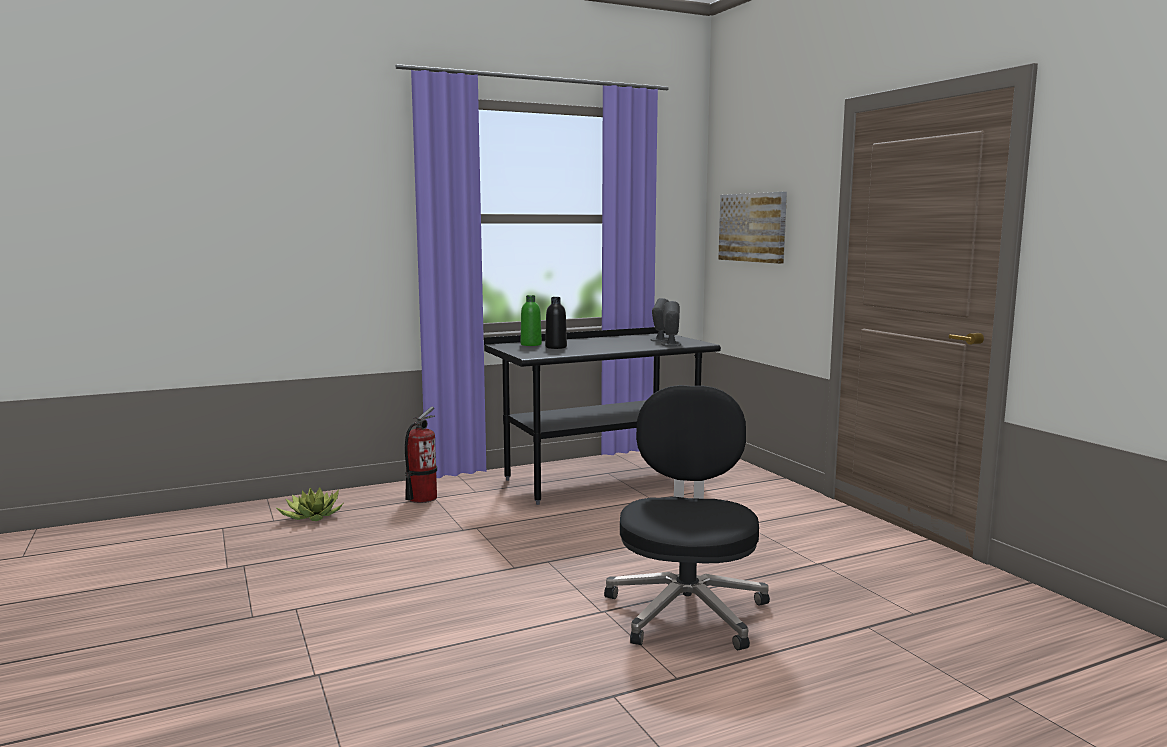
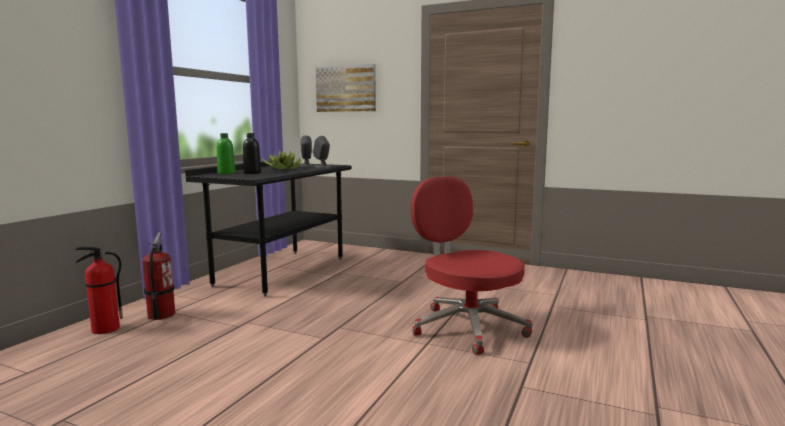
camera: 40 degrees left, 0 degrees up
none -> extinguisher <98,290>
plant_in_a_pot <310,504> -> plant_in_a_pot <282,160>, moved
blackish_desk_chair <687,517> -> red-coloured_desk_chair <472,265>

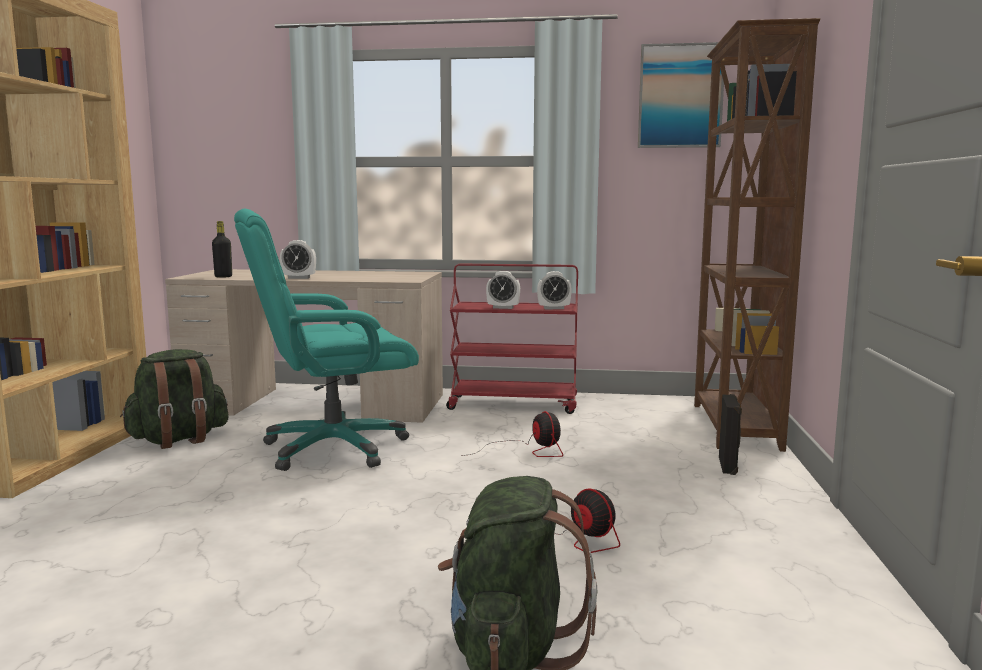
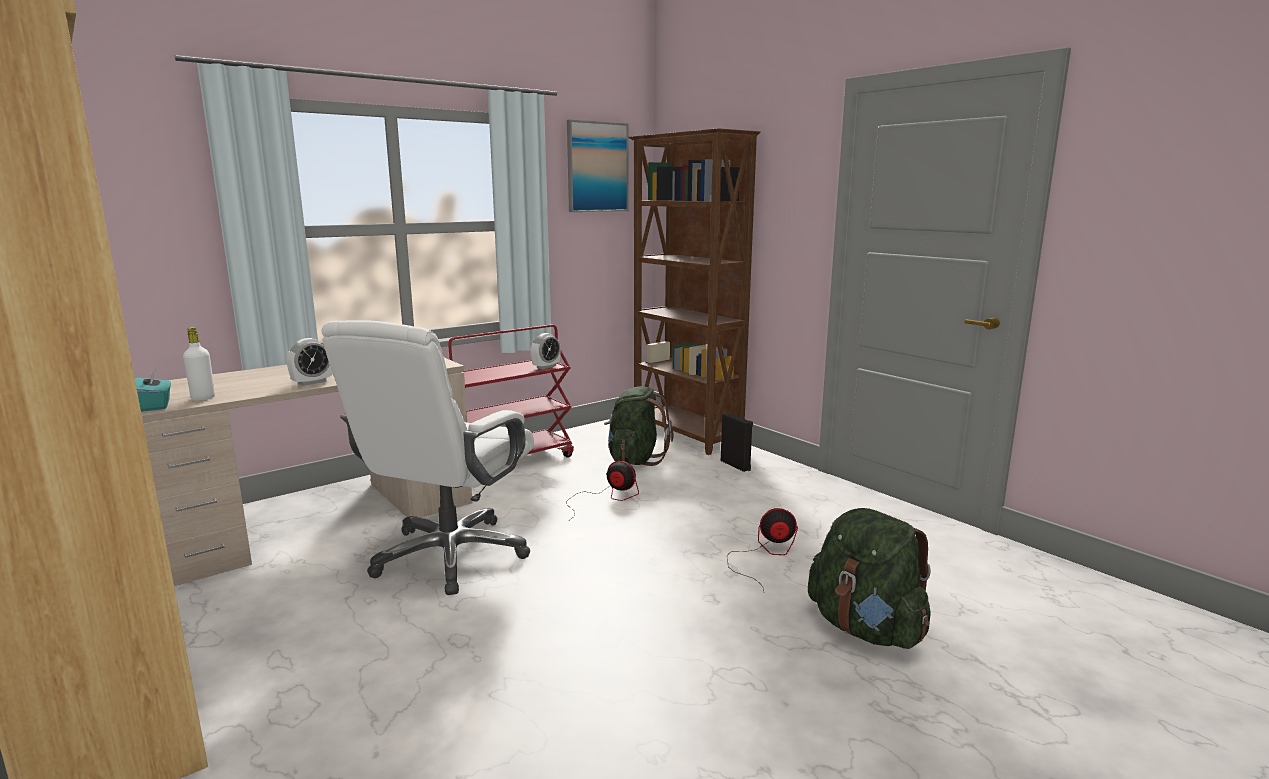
camera: 45 degrees left, 5 degrees up
none -> blue-green_tissue_holder <153,389>
blackish_bottle <222,249> -> white-coloured_bottle <199,364>
blue-green_desk_chair <326,340> -> white-coloured_desk_chair <428,457>
green_rucksack <174,399> -> green_rucksack <639,426>, moved
table_clock <503,290> -> none

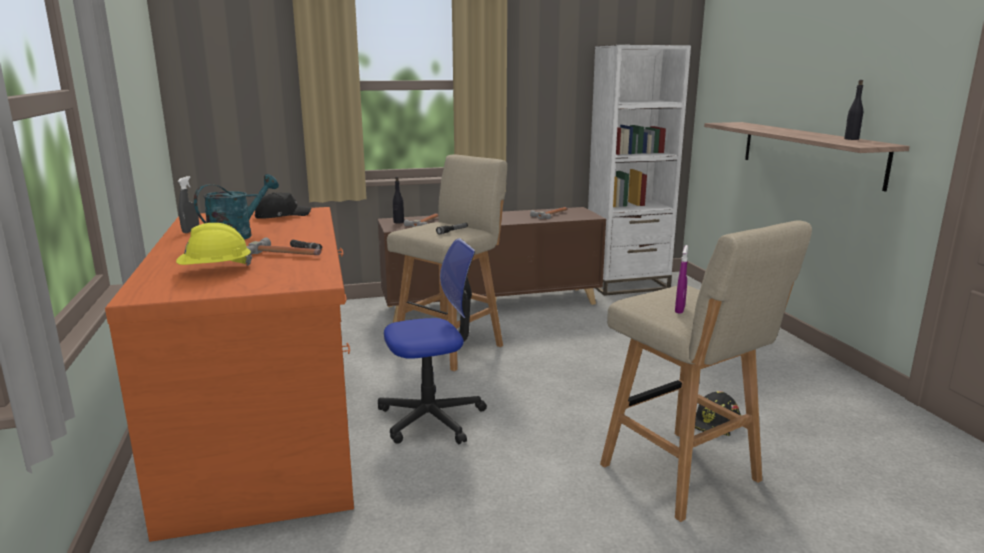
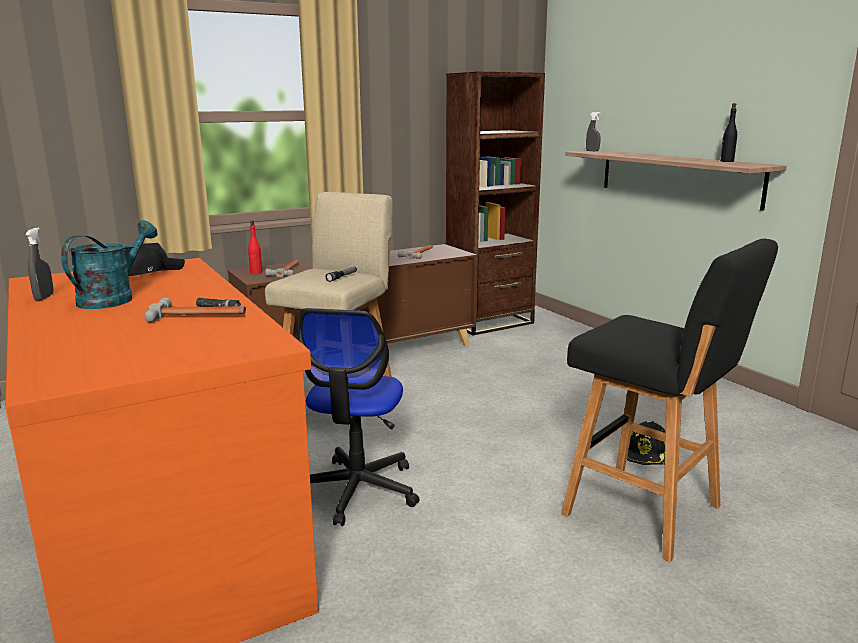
camera: 15 degrees left, 0 degrees up
blackish_bottle <398,200> -> red-coloured_bottle <255,247>
desk_chair <432,341> -> desk_chair <358,417>, 135 degrees clockwise
white-coloured_bookshelf <639,170> -> brown-coloured_bookshelf <495,203>
beige-coloured_stool_seat <706,371> -> blackish_stool_seat <669,400>
none -> greyish_sprayer <593,131>
yellow_work_helmet <214,244> -> none
purple-coloured_sprayer <681,279> -> none

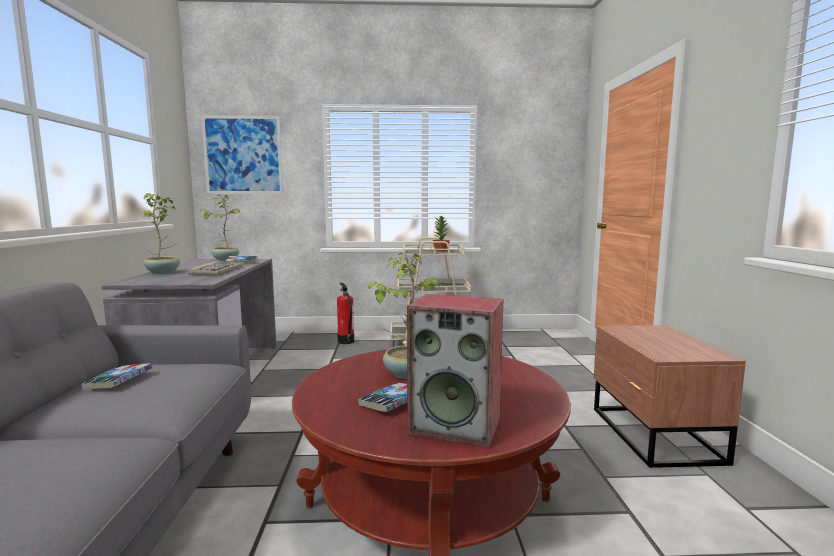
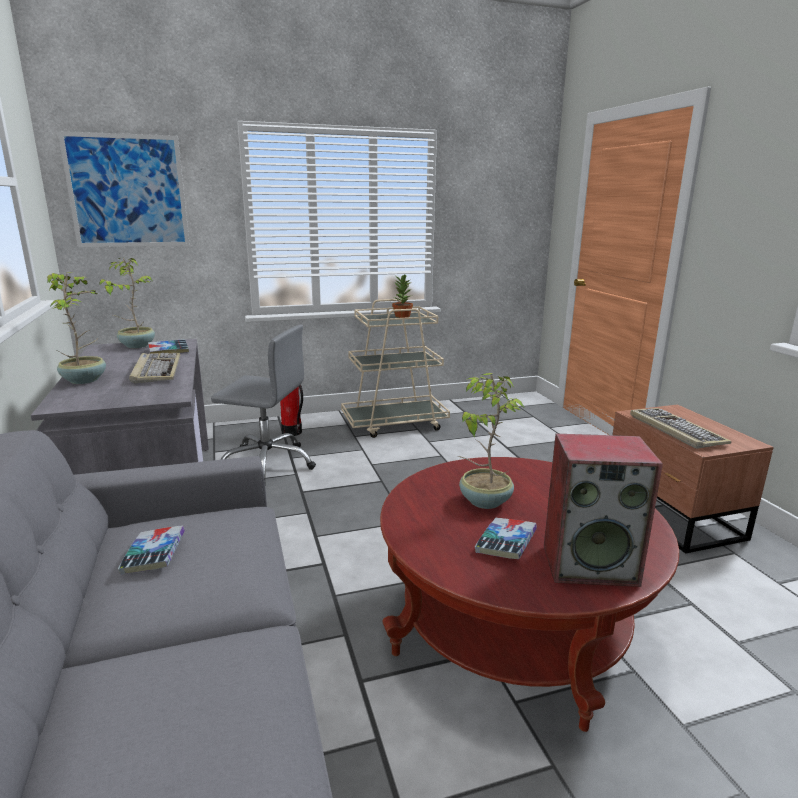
camera: 15 degrees left, 10 degrees up
none -> greyish_desk_chair <263,402>
none -> keyboard <680,428>

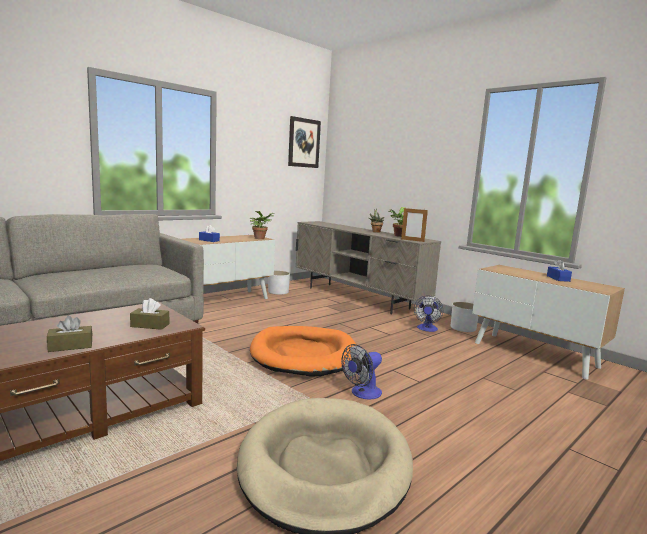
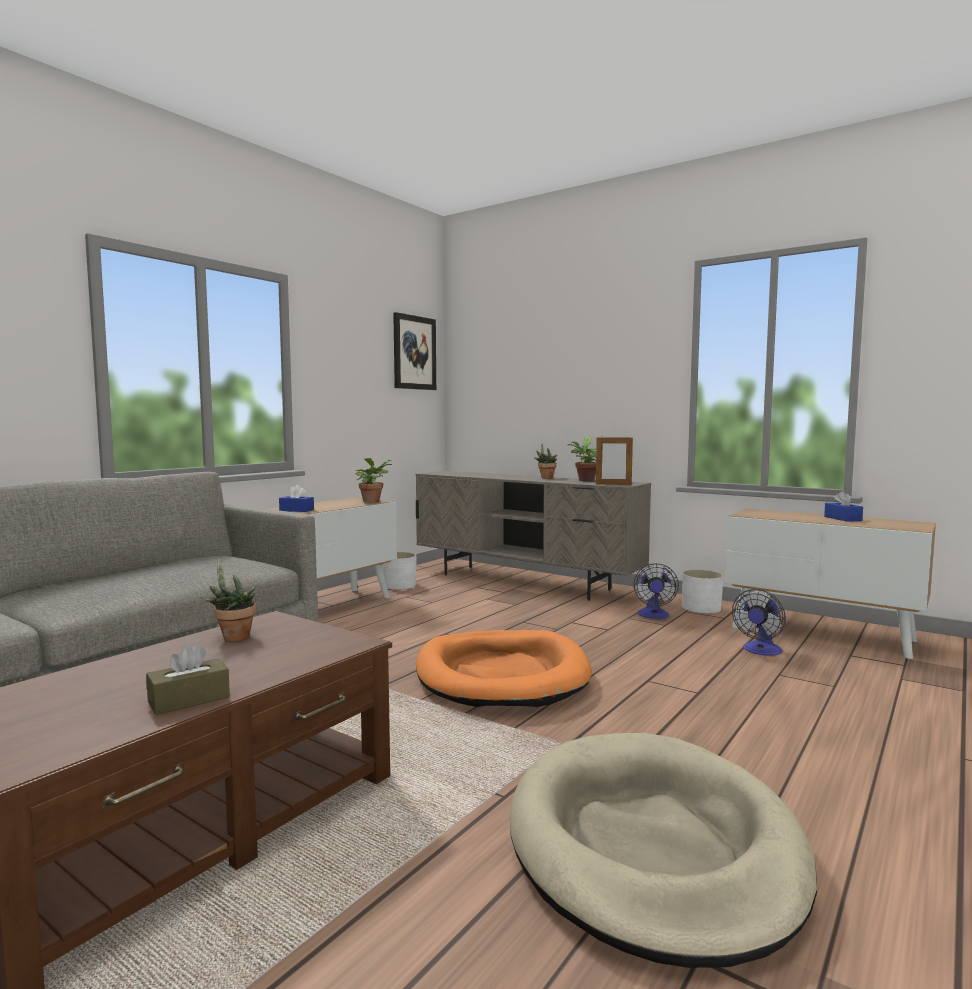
camera: 10 degrees left, 5 degrees down
none -> plant_in_a_pot <230,599>
electric_fan <361,371> -> electric_fan <759,622>, moved
brown-coloured_tissue_holder <149,314> -> none

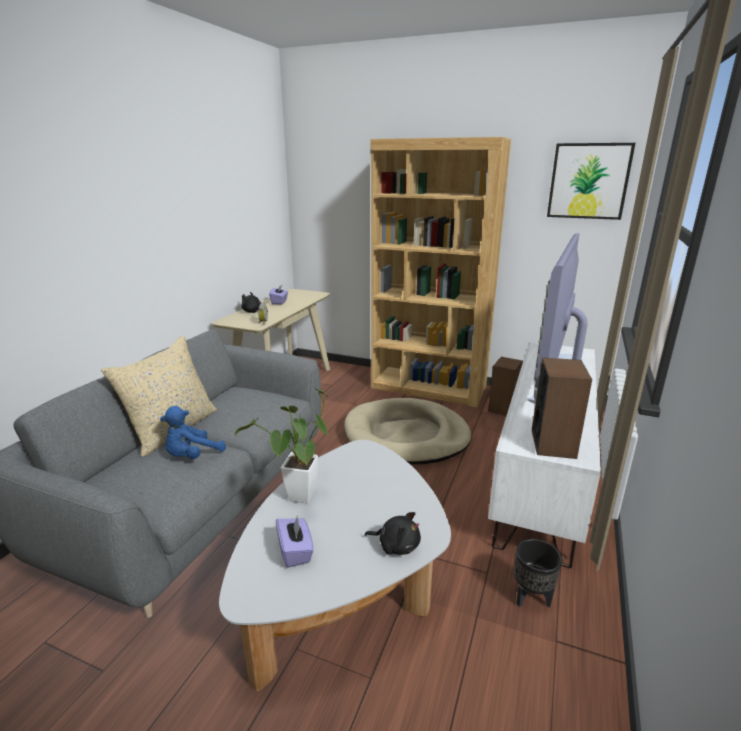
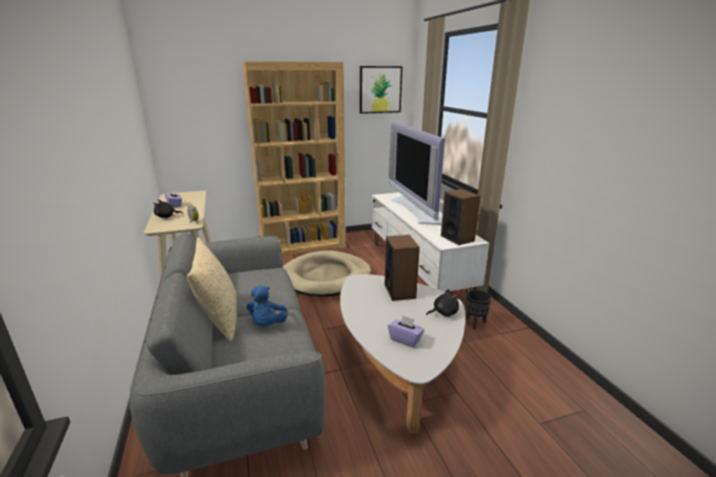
camera: 40 degrees left, 0 degrees up
loudspeaker <505,386> -> loudspeaker <402,268>, moved
plant_in_a_pot <281,445> -> none

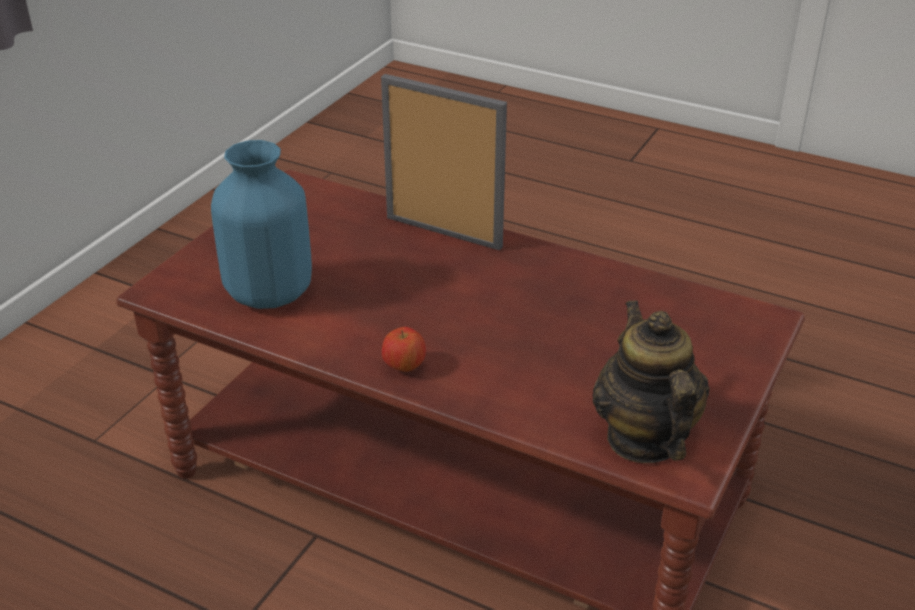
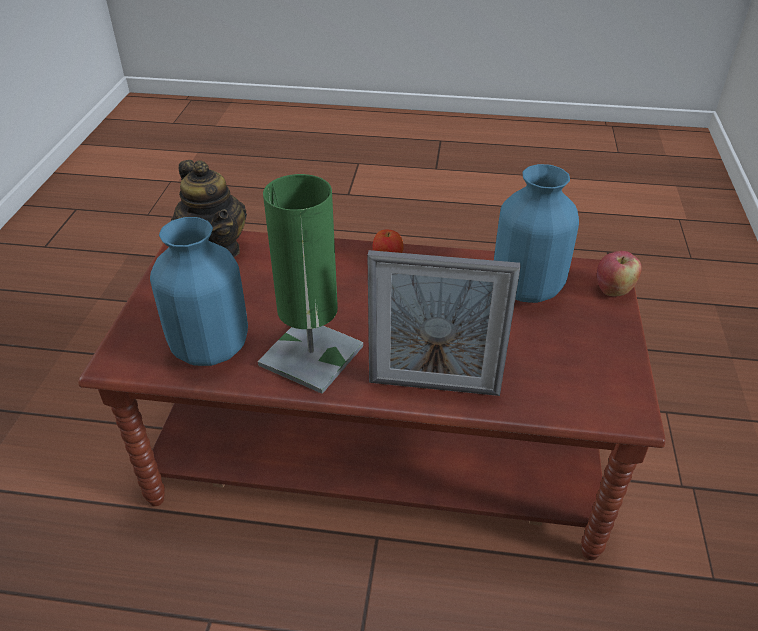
camera: 160 degrees right, 5 degrees up
none -> bluish_vase <199,291>
none -> green_table_lamp <310,284>
none -> apple <619,273>

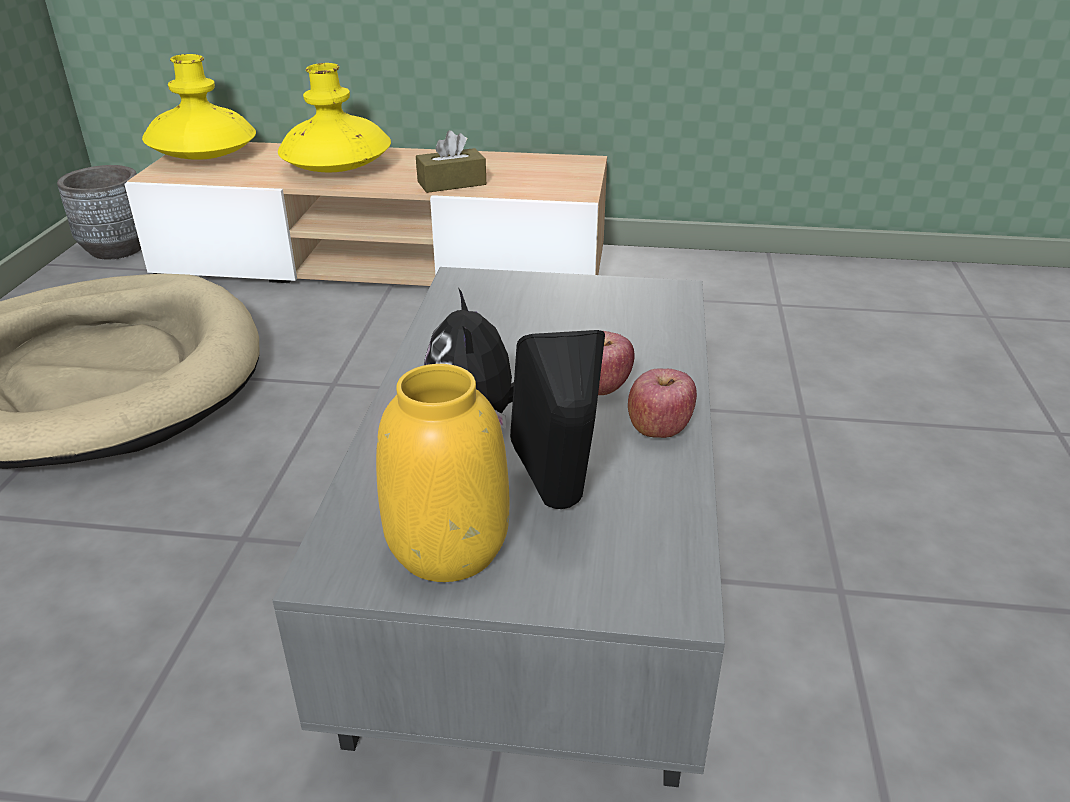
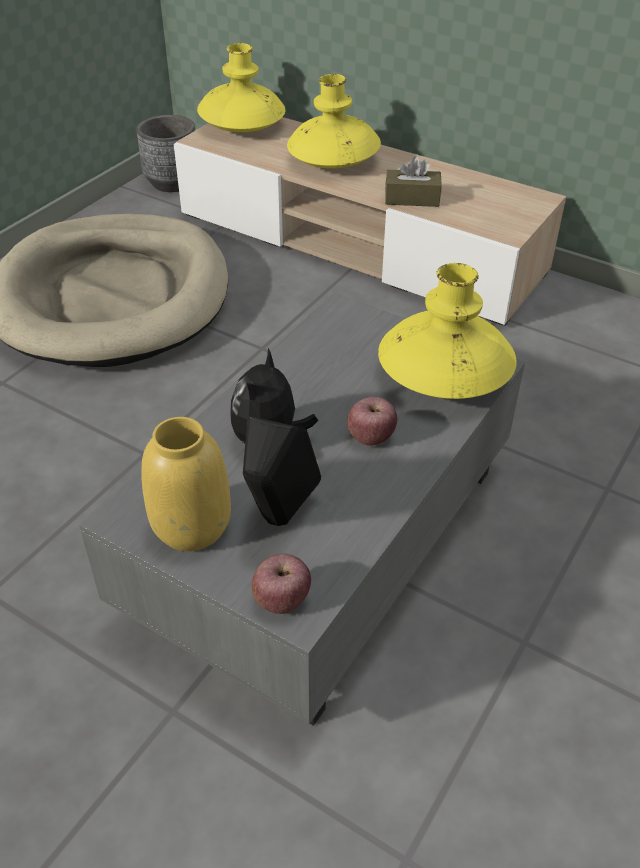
camera: 25 degrees right, 10 degrees up
apple <662,403> -> apple <281,584>, moved
none -> yellow_vase <447,331>

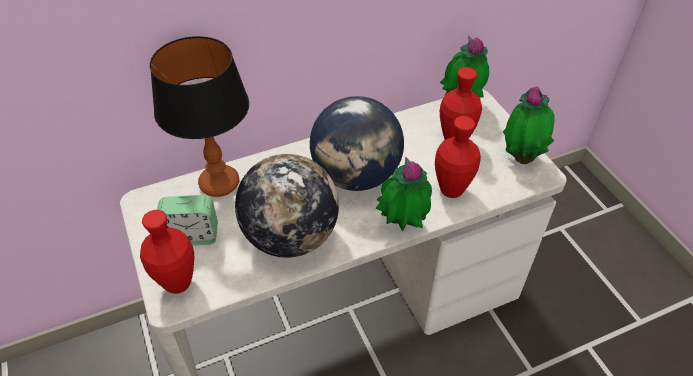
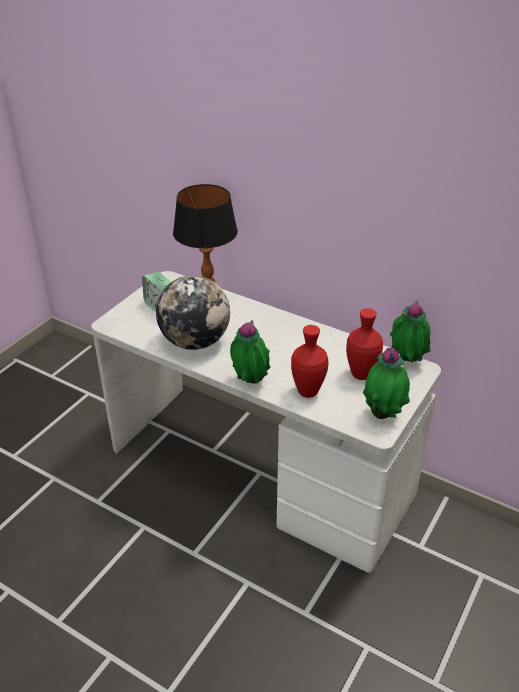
camera: 55 degrees right, 10 degrees down
red-coloured_vase <167,252> -> none
world_globe <357,143> -> none

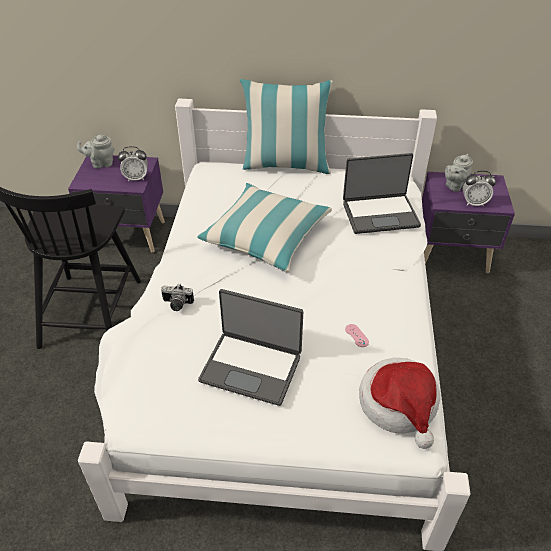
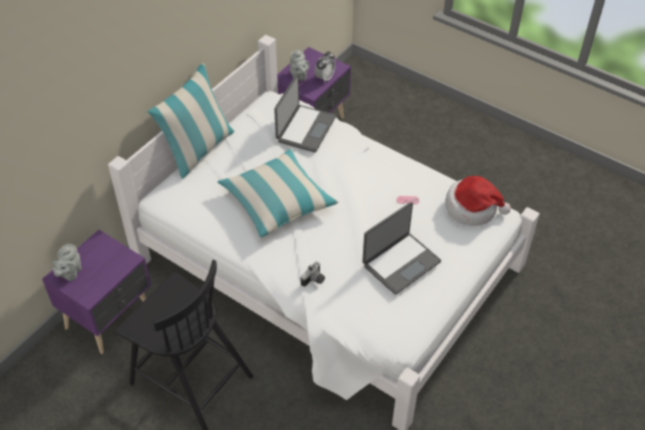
camera: 60 degrees left, 5 degrees up
table_clock <133,163> -> none

